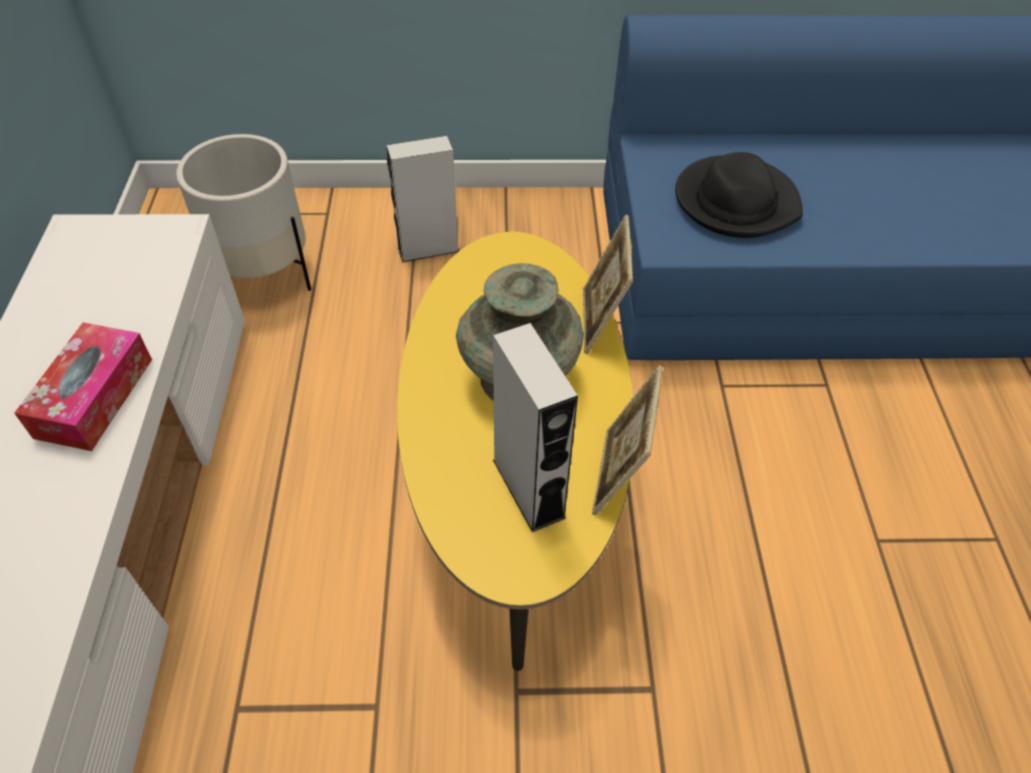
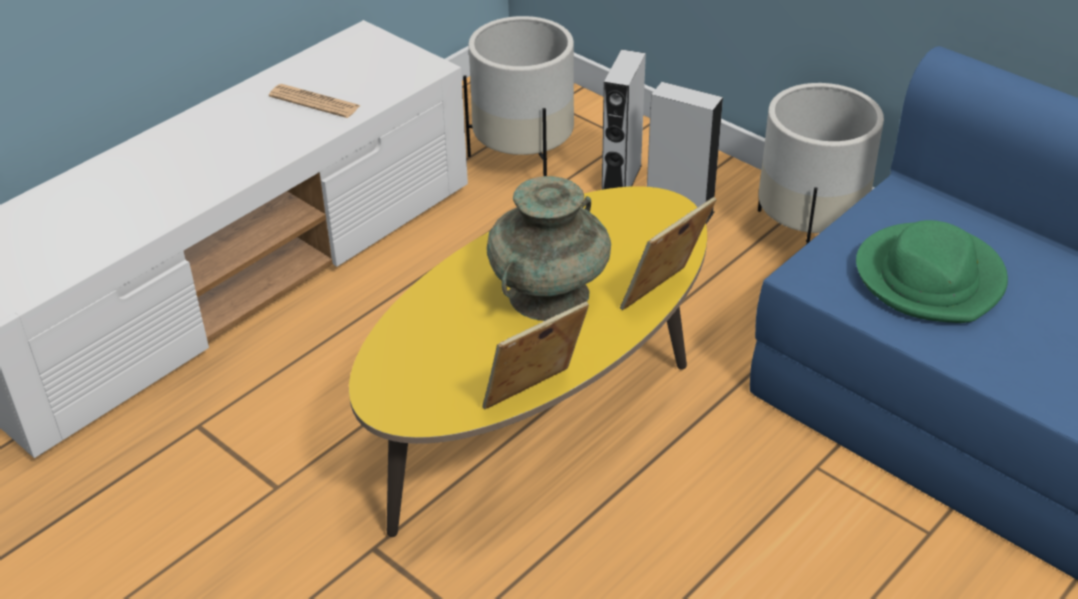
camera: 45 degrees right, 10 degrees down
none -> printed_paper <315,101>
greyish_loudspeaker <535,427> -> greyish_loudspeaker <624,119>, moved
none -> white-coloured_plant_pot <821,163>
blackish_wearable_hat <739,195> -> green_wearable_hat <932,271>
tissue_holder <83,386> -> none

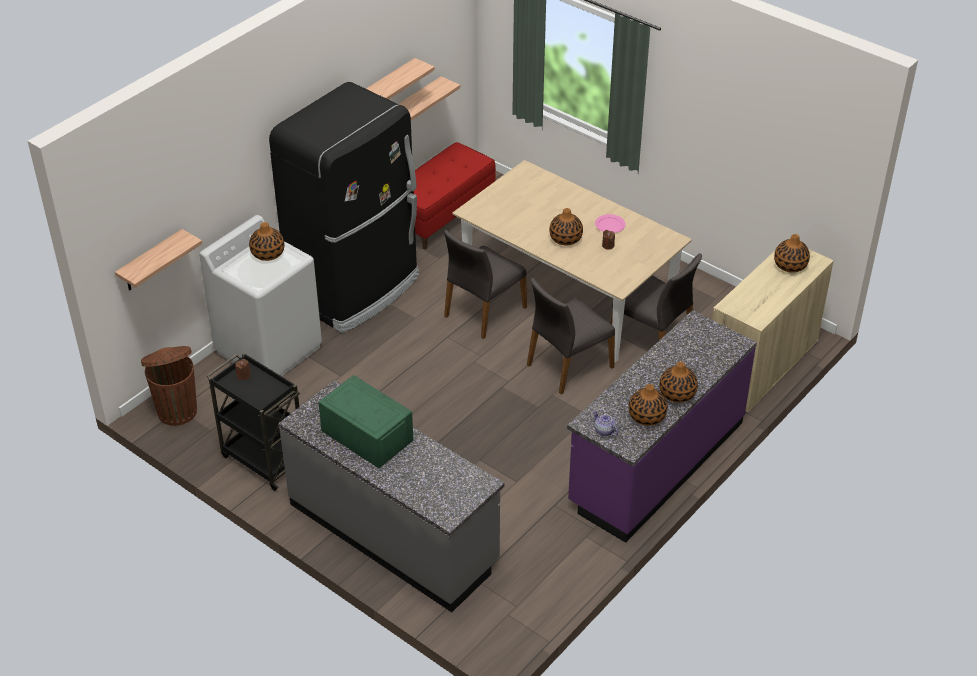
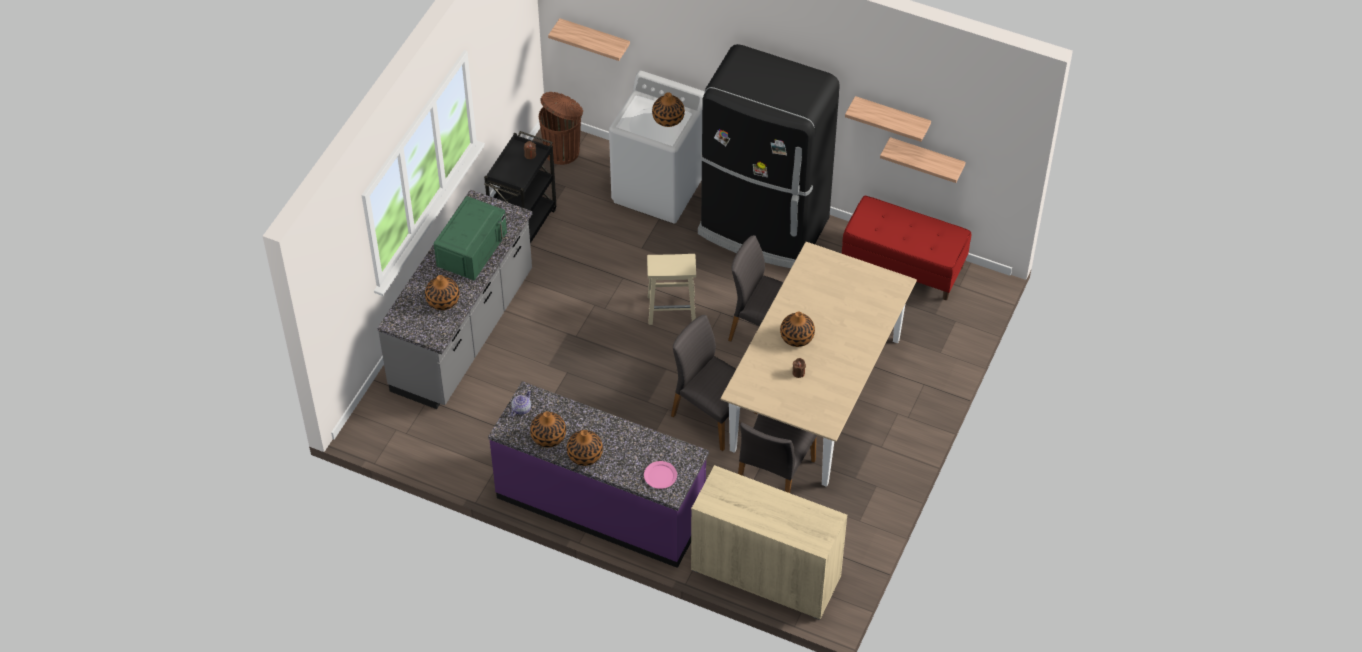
camera: 75 degrees right, 10 degrees up
vase <792,253> -> vase <442,292>, moved
pink-coloured_flat_dish <610,223> -> pink-coloured_flat_dish <660,475>, moved
none -> beige-coloured_stool_seat <671,289>

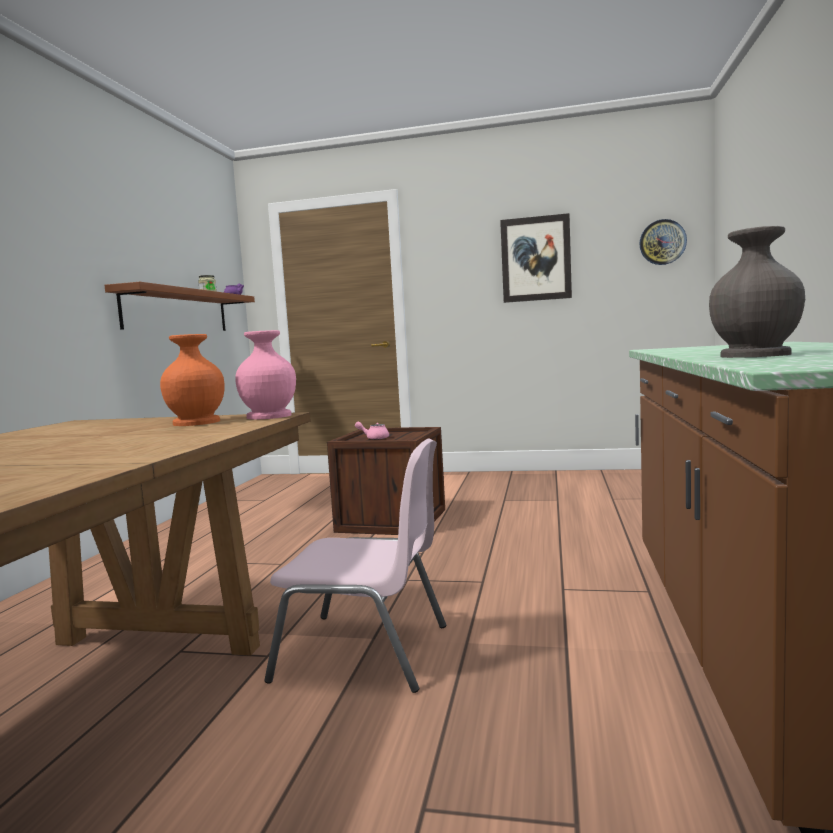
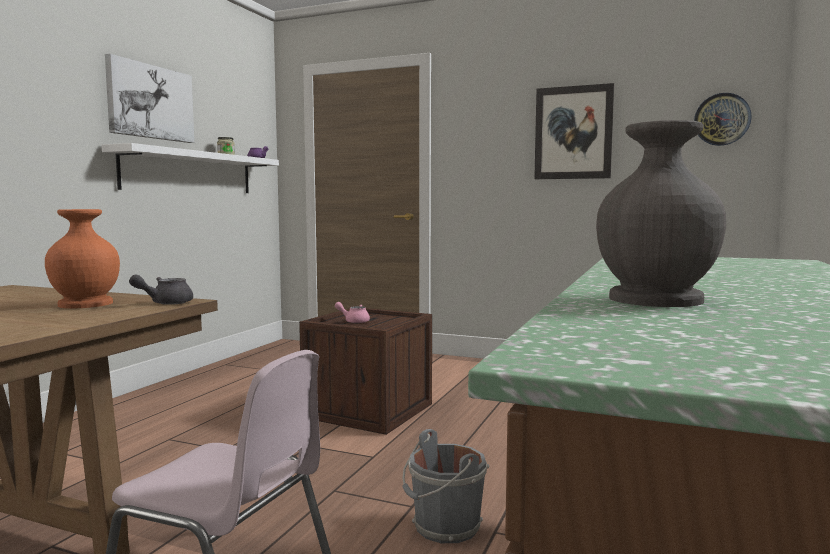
camera: 10 degrees right, 0 degrees up
brown-coloured_shelf <179,306> -> white-coloured_shelf <190,168>
none -> picture <149,98>
pink-coloured_vase <265,375> -> greyish_tea_pot <161,289>
none -> greyish_pail <446,486>

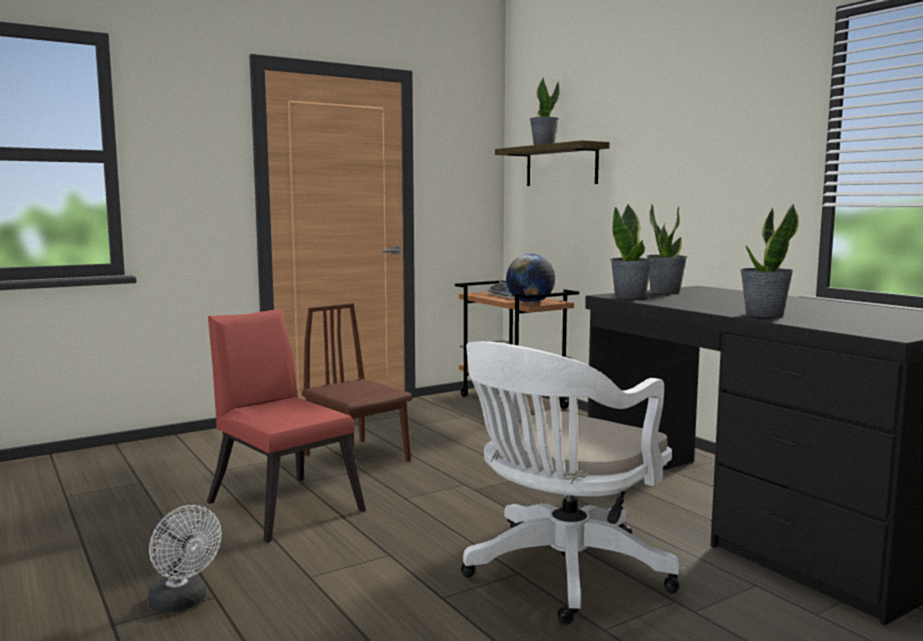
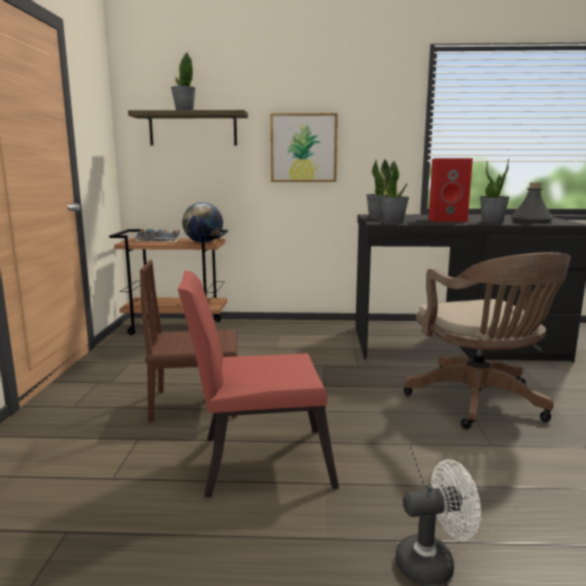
camera: 55 degrees left, 5 degrees up
none -> picture <304,147>
white-coloured_desk_chair <570,483> -> brown-coloured_desk_chair <487,340>
none -> red-coloured_loudspeaker <450,190>
none -> greyish_bottle <532,203>

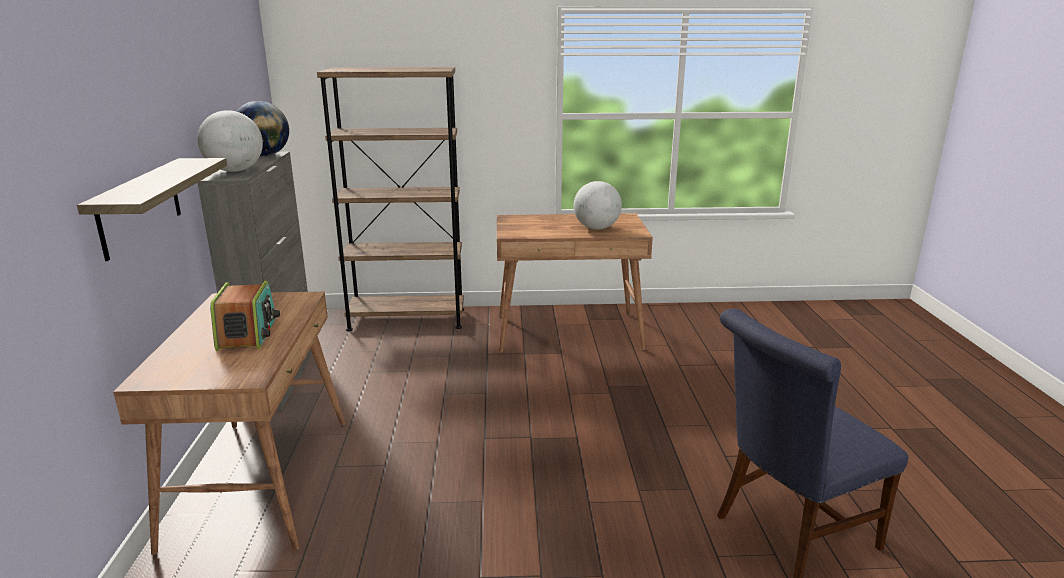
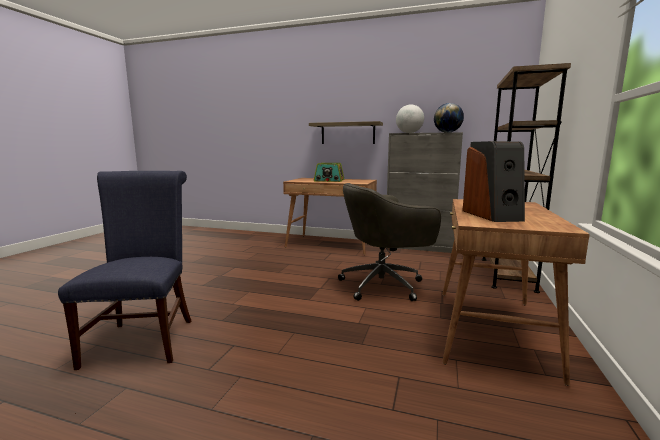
camera: 110 degrees right, 10 degrees down
none -> greyish_desk_chair <389,242>
world_globe <598,205> -> loudspeaker <493,181>

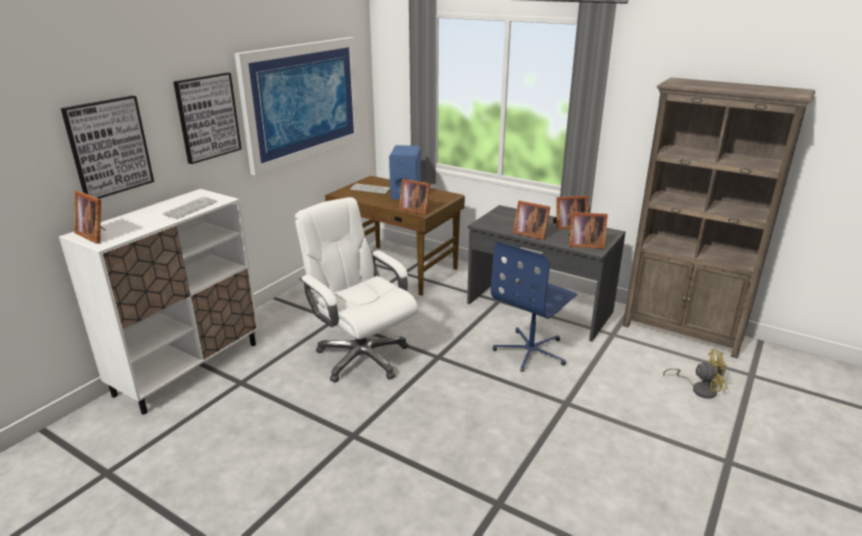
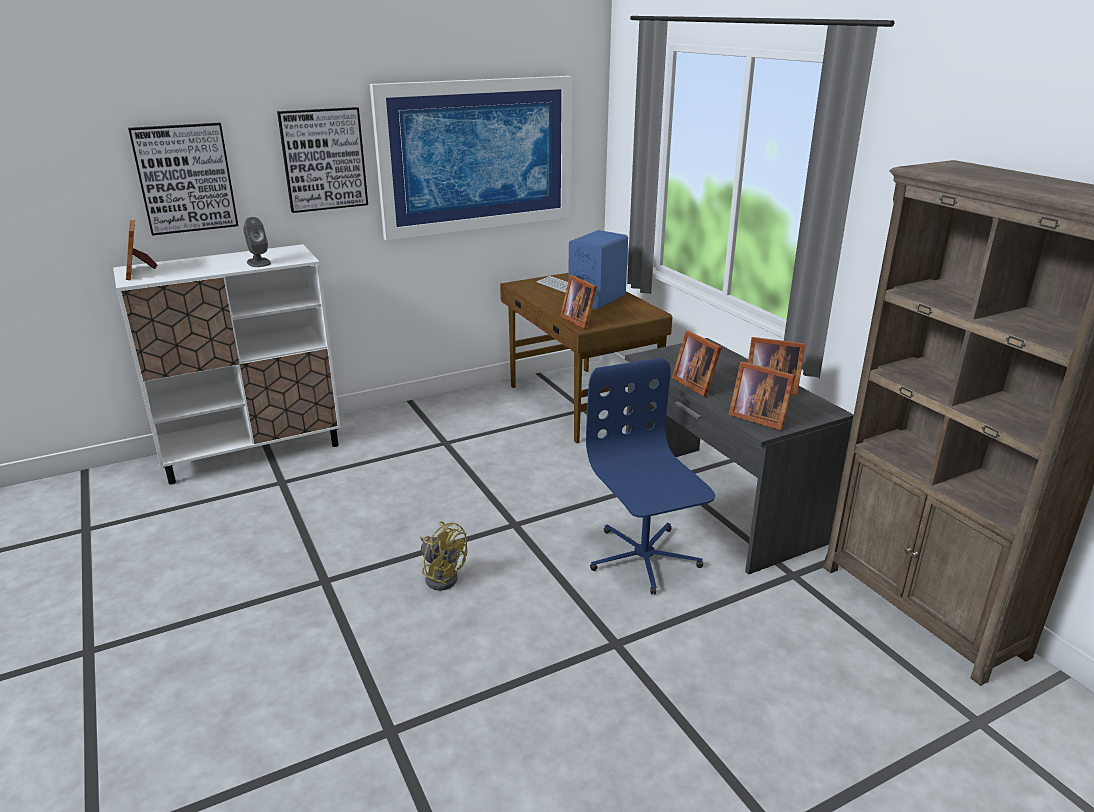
camera: 30 degrees right, 0 degrees up
keyboard <190,207> -> greyish_loudspeaker <257,242>
yellow_electric_fan <695,374> -> yellow_electric_fan <443,556>, moved
bluish_desk_chair <534,307> -> bluish_desk_chair <650,476>, 90 degrees clockwise
white-coloured_desk_chair <356,289> -> none

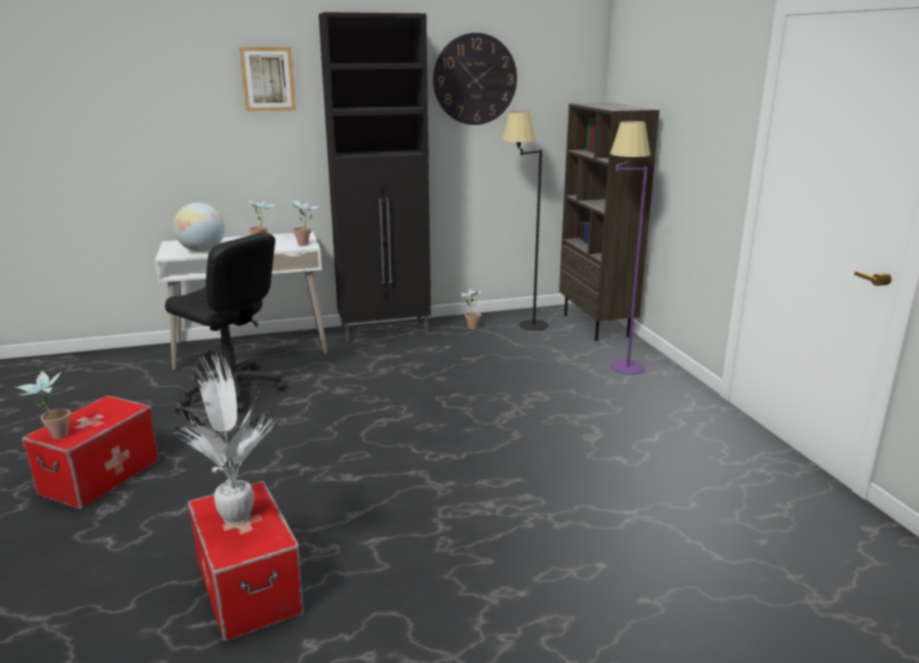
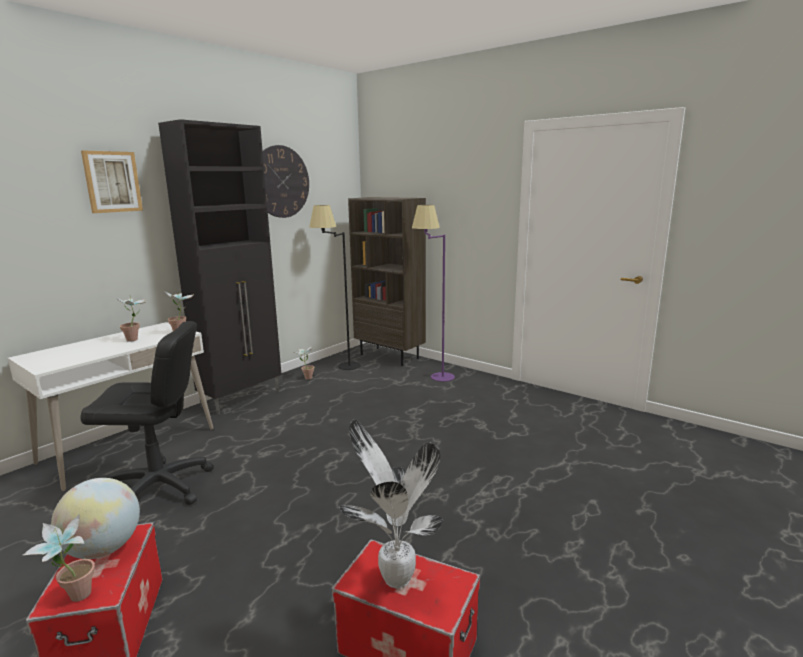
camera: 35 degrees left, 5 degrees down
world_globe <199,227> -> world_globe <95,518>, moved

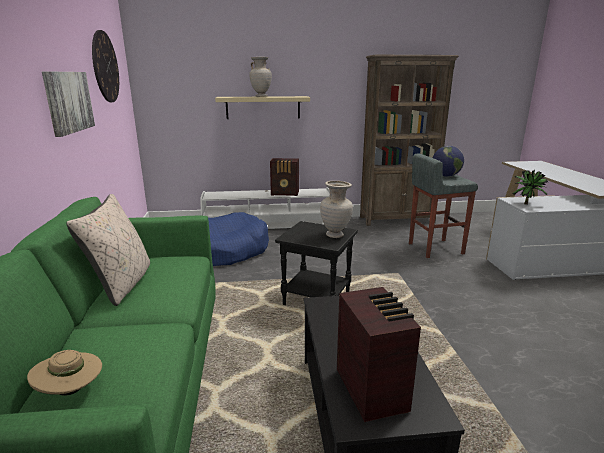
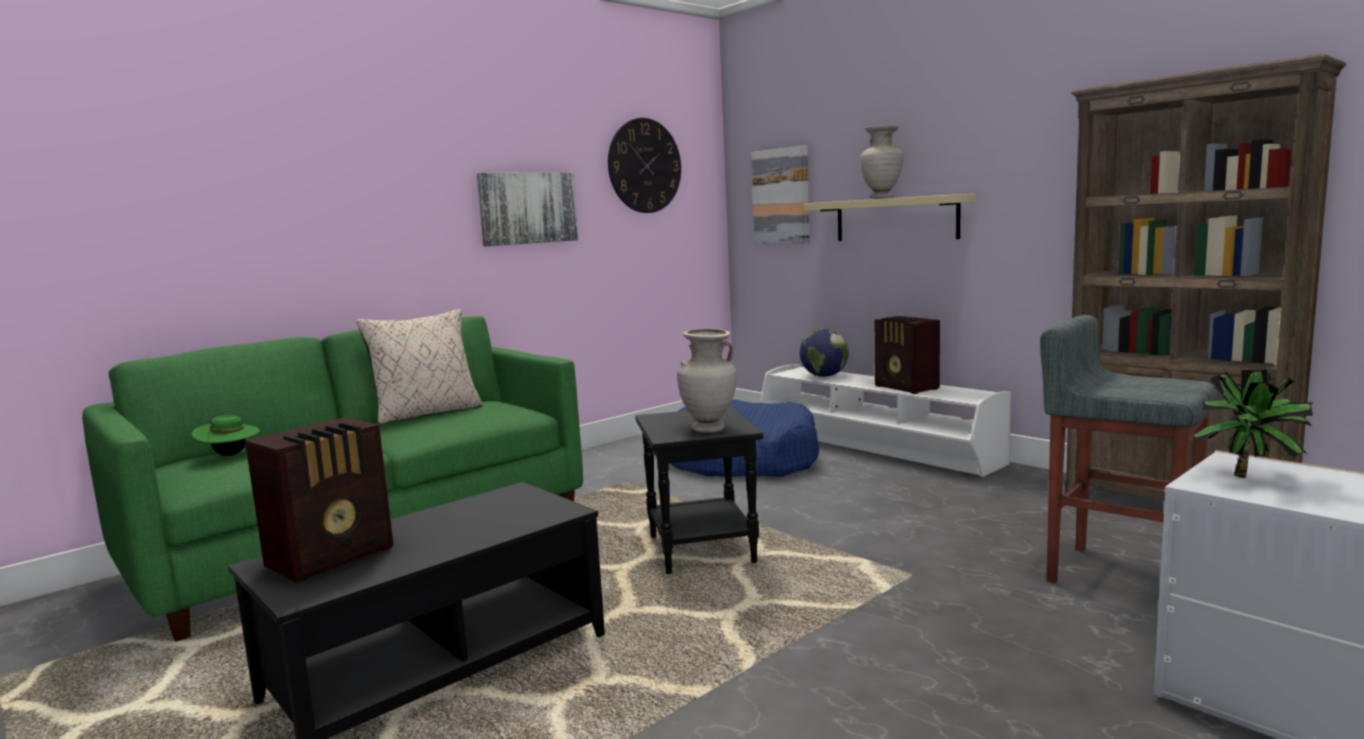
camera: 55 degrees right, 10 degrees down
beige-coloured_wearable_hat <64,373> -> green_wearable_hat <226,435>
none -> picture <780,195>
world_globe <448,161> -> world_globe <824,352>, moved

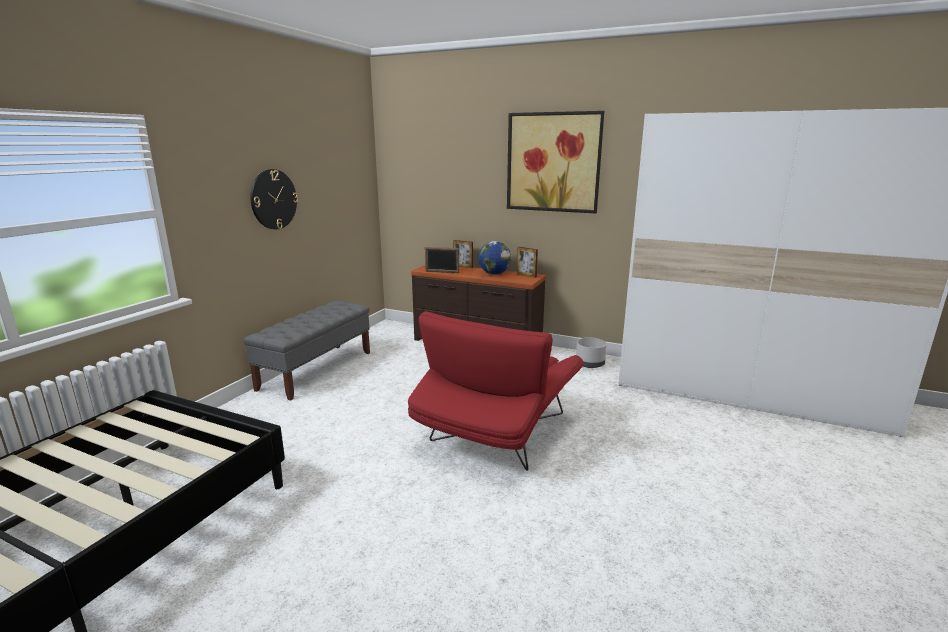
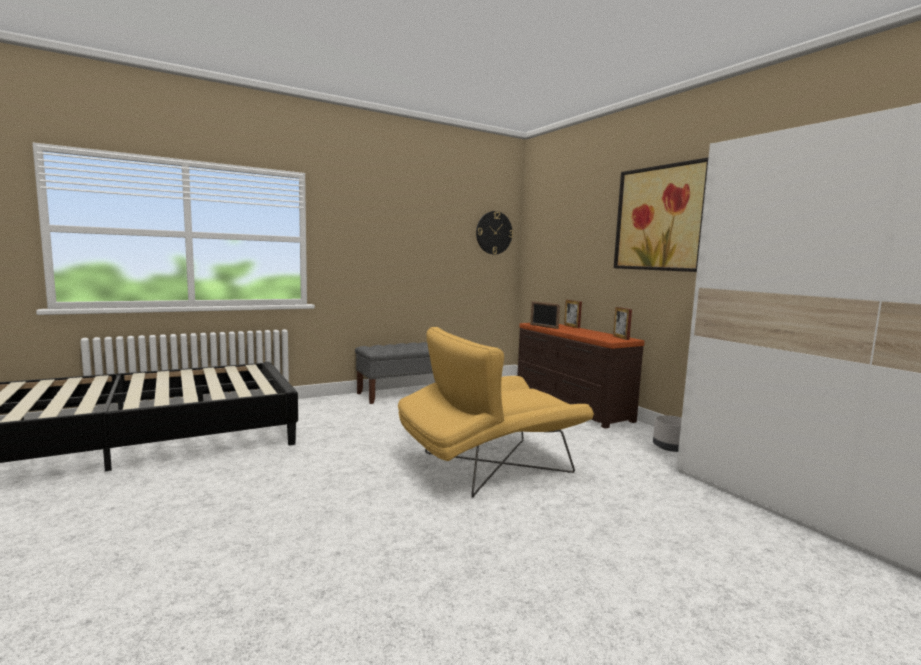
camera: 35 degrees right, 10 degrees down
red-coloured_lounge_chair <496,391> -> yellow_lounge_chair <496,412>
clock_on_the_wall <274,199> -> clock_on_the_wall <494,232>, moved
world_globe <494,258> -> none

